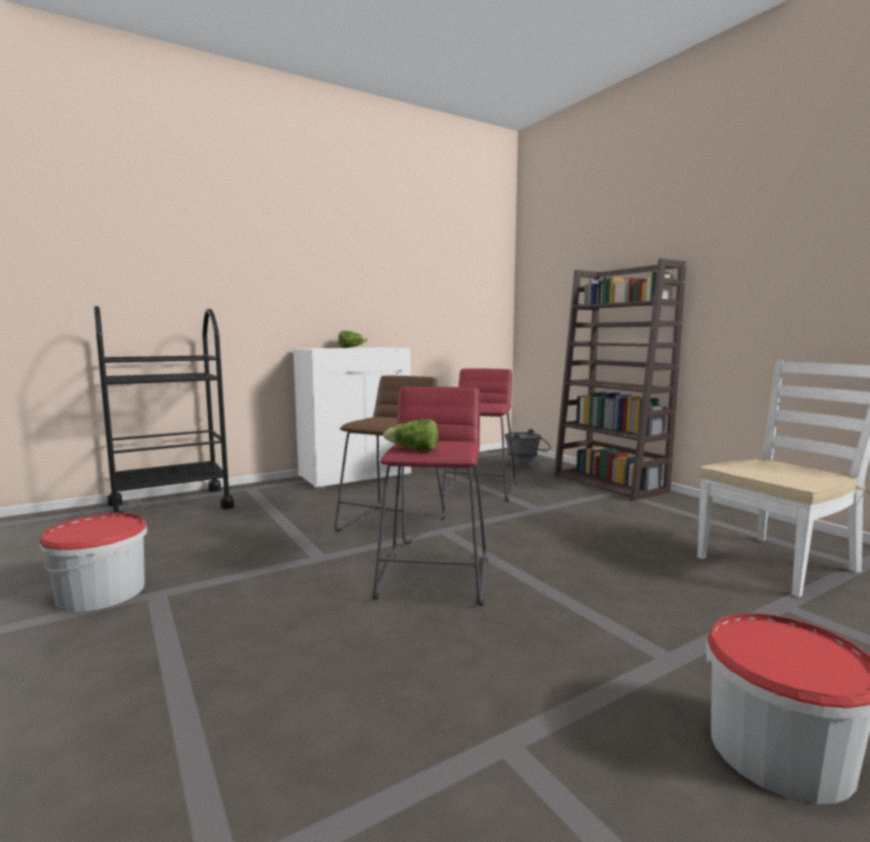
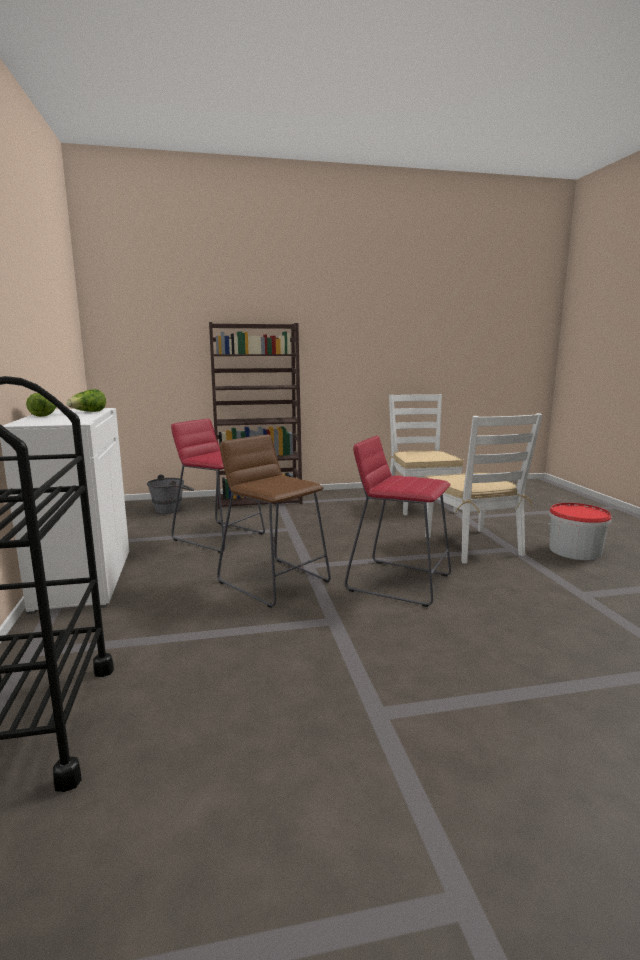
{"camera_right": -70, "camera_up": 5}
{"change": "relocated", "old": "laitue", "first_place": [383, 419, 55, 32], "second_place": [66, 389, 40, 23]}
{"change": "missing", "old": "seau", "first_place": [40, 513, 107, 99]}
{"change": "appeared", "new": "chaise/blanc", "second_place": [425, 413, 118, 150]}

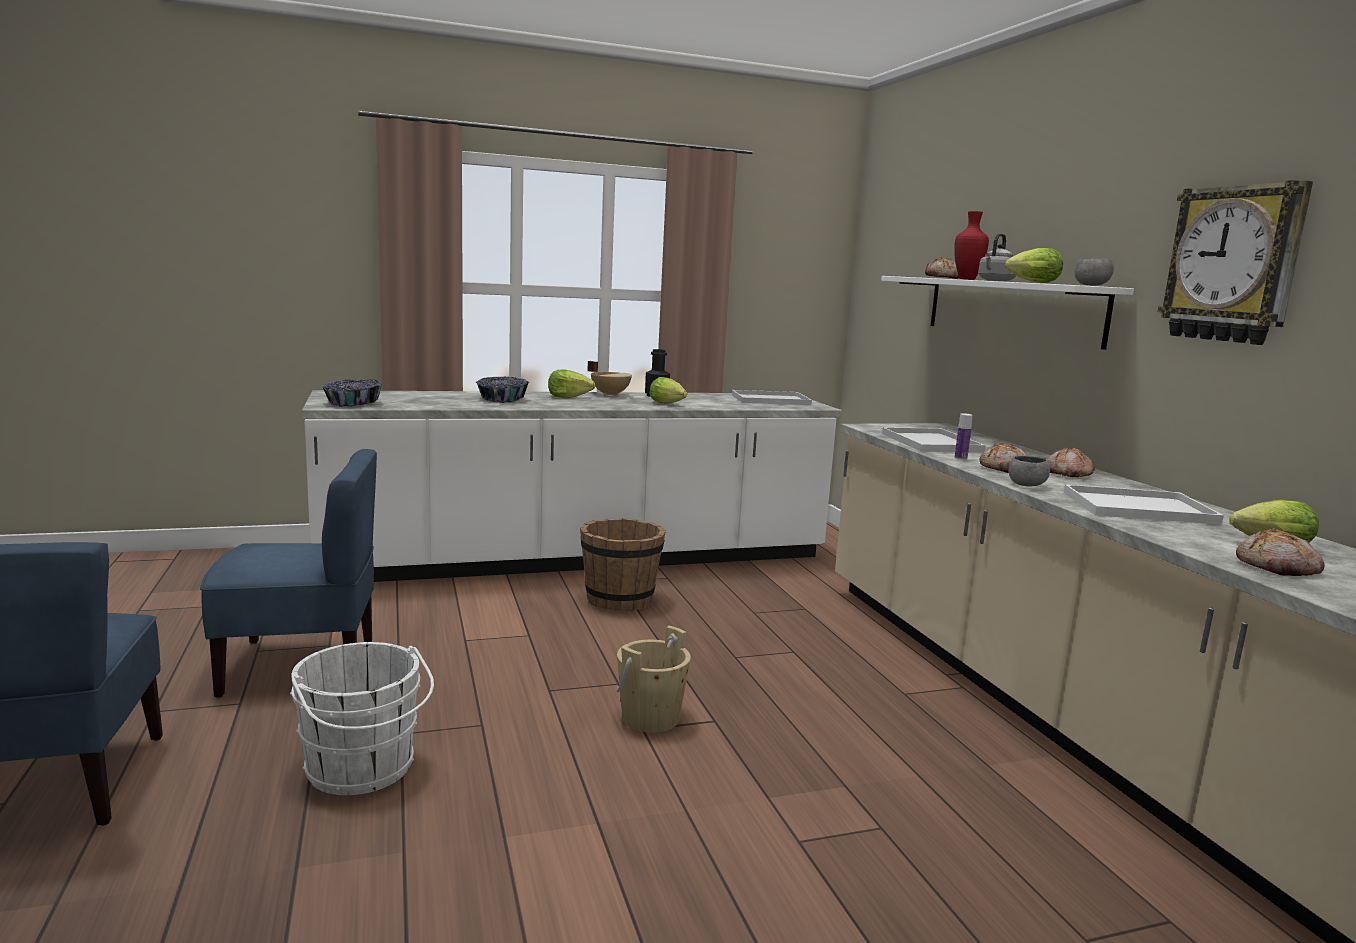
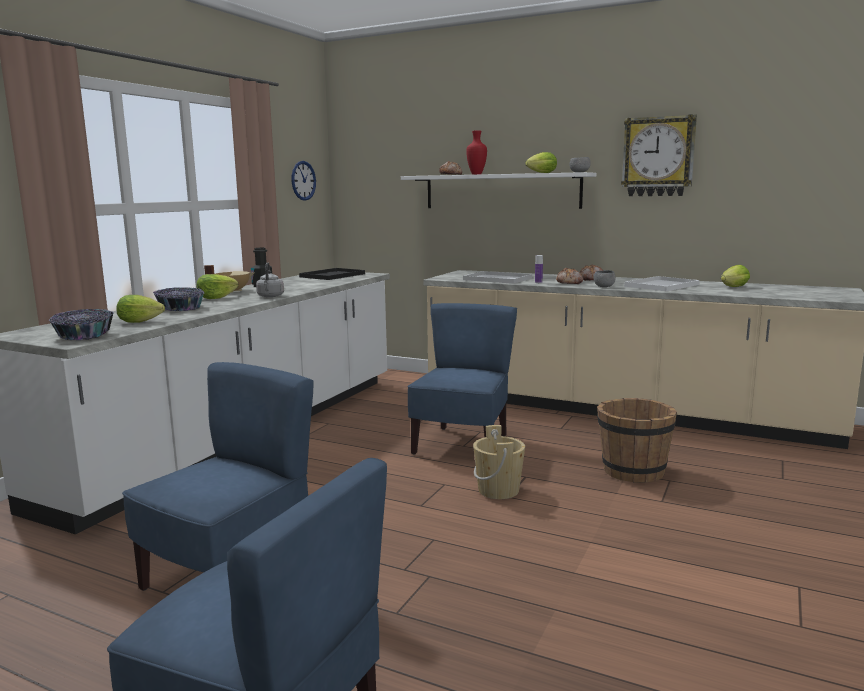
{"camera_right": -45, "camera_up": 0}
{"change": "relocated", "old": "bouilloire/gris", "first_place": [978, 233, 39, 48], "second_place": [256, 263, 28, 34]}
{"change": "relocated", "old": "laitue", "first_place": [649, 377, 38, 27], "second_place": [116, 295, 49, 28]}
{"change": "colour", "old": "plateau/blanc", "new": "plateau/noir", "first_place": [732, 390, 80, 15], "second_place": [299, 268, 66, 12]}
{"change": "relocated", "old": "seau/marron", "first_place": [580, 518, 86, 93], "second_place": [597, 398, 80, 85]}
{"change": "missing", "old": "pain", "first_place": [1236, 528, 89, 48]}
{"change": "missing", "old": "seau/blanc", "first_place": [290, 642, 144, 153]}
{"change": "appeared", "new": "horloge murale", "second_place": [291, 161, 25, 40]}
{"change": "appeared", "new": "chaise/bleu", "second_place": [407, 303, 110, 152]}

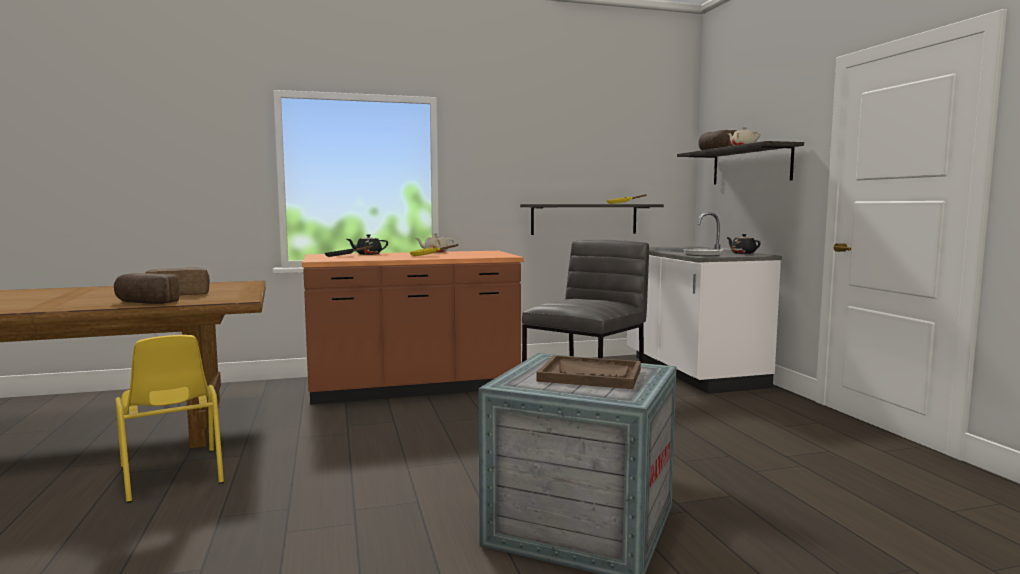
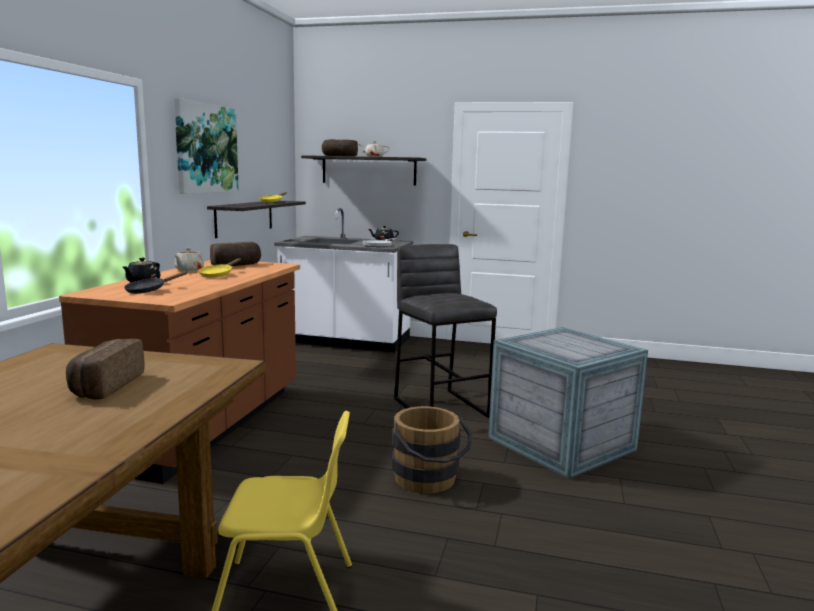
{"camera_right": -60, "camera_up": 5}
{"change": "relocated", "old": "pain", "first_place": [114, 273, 66, 31], "second_place": [210, 242, 51, 24]}
{"change": "missing", "old": "plateau/marron", "first_place": [536, 355, 105, 34]}
{"change": "appeared", "new": "tableau", "second_place": [174, 98, 65, 96]}
{"change": "appeared", "new": "seau/marron", "second_place": [392, 406, 80, 88]}

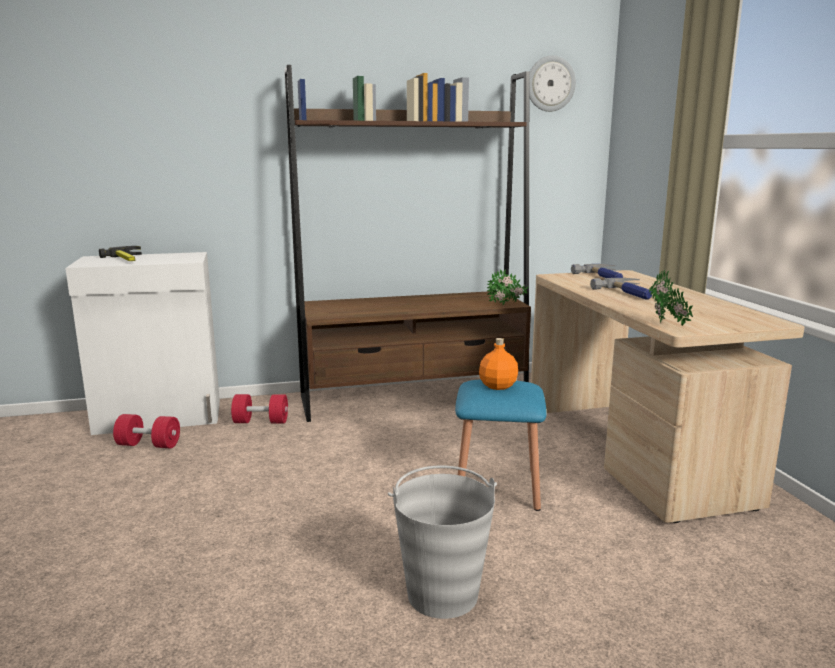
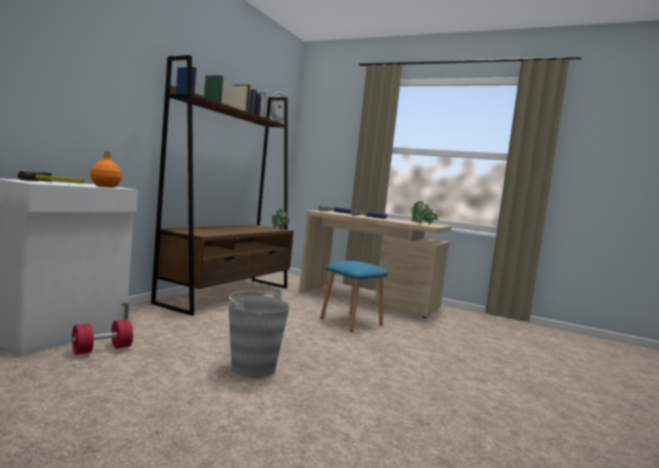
{"camera_right": -50, "camera_up": -10}
{"change": "relocated", "old": "bouteille/orange", "first_place": [479, 338, 39, 52], "second_place": [90, 151, 32, 36]}
{"change": "missing", "old": "haltère/rouge", "first_place": [231, 394, 57, 30]}
{"change": "relocated", "old": "seau/gris", "first_place": [388, 465, 109, 154], "second_place": [229, 290, 61, 88]}

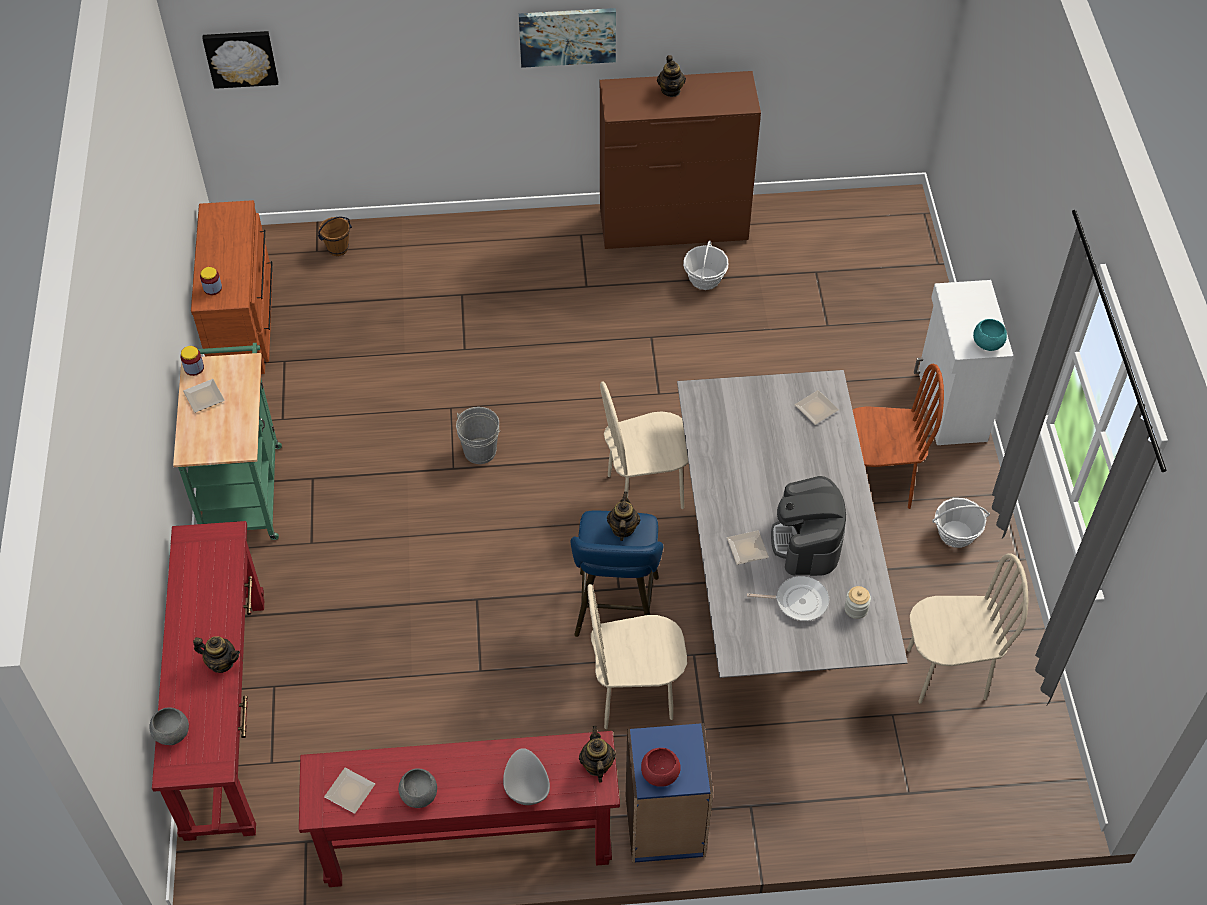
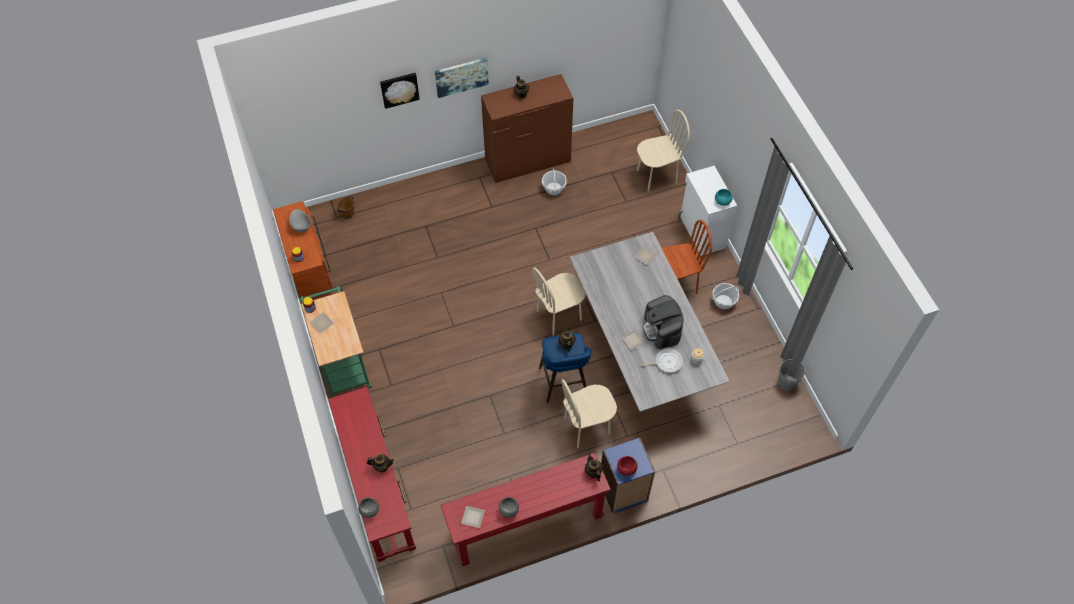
{"camera_right": -15, "camera_up": 5}
{"change": "relocated", "old": "tableau", "first_place": [202, 31, 76, 58], "second_place": [380, 73, 40, 36]}
{"change": "relocated", "old": "seau/gris", "first_place": [456, 407, 44, 57], "second_place": [778, 359, 28, 31]}
{"change": "relocated", "old": "chaise/beige", "first_place": [907, 553, 121, 151], "second_place": [637, 110, 53, 82]}
{"change": "relocated", "old": "bol/gris", "first_place": [503, 748, 47, 57], "second_place": [289, 209, 22, 23]}

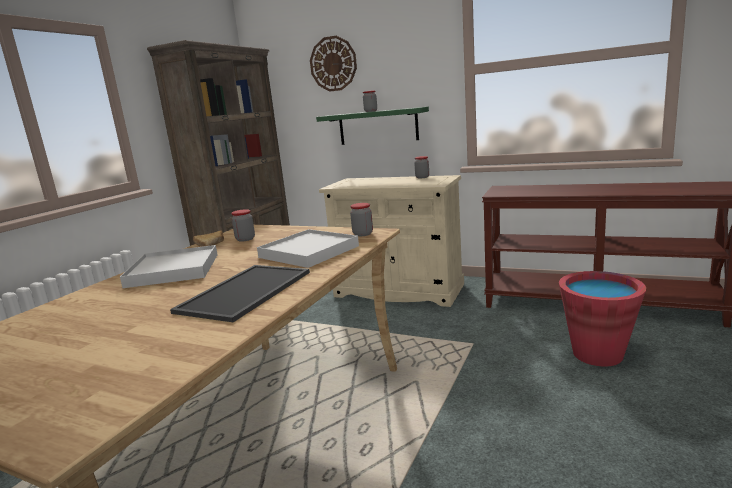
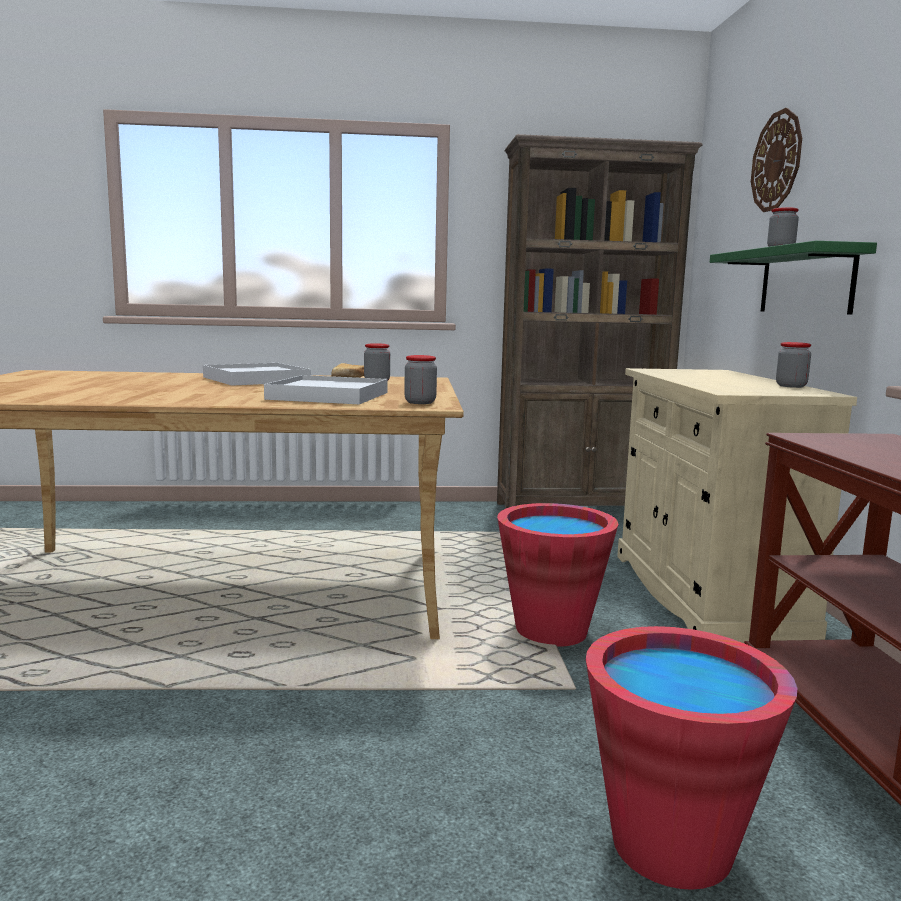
{"camera_right": 60, "camera_up": -5}
{"change": "missing", "old": "plateau", "first_place": [170, 265, 140, 57]}
{"change": "appeared", "new": "seau/rouge", "second_place": [497, 503, 122, 144]}

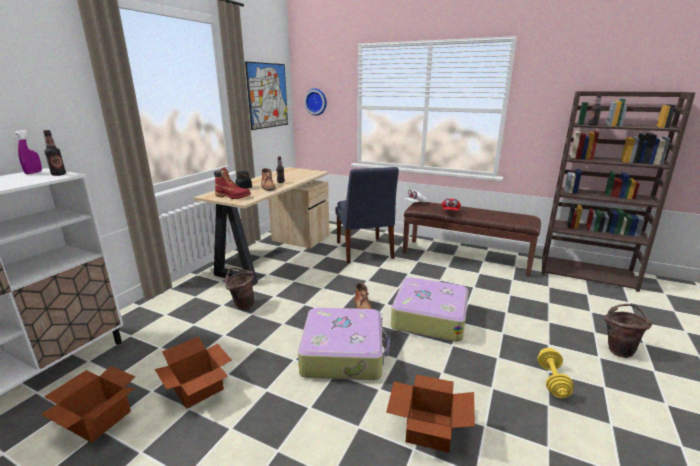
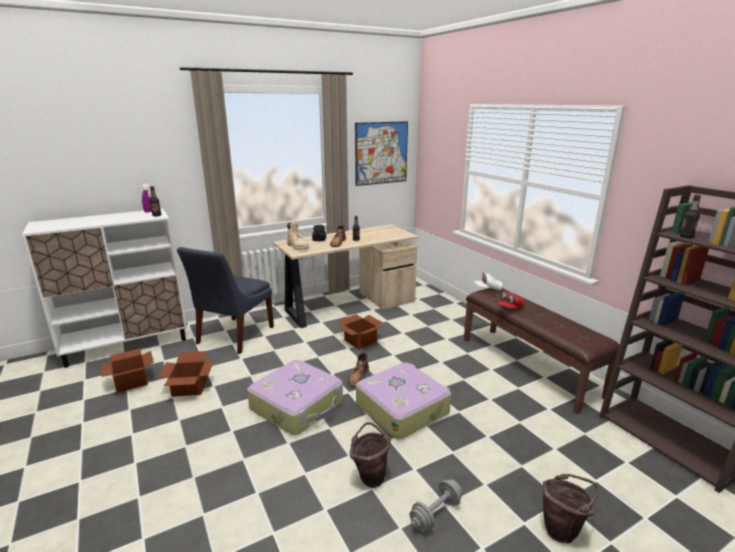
{"camera_right": 35, "camera_up": 0}
{"change": "missing", "old": "horloge murale", "first_place": [304, 88, 23, 28]}
{"change": "colour", "old": "botte/rouge", "new": "botte/beige", "first_place": [214, 167, 37, 32], "second_place": [287, 221, 22, 29]}
{"change": "relocated", "old": "chaise/bleu", "first_place": [335, 167, 64, 96], "second_place": [177, 247, 97, 107]}
{"change": "relocated", "old": "seau/marron", "first_place": [225, 268, 29, 42], "second_place": [350, 422, 41, 66]}
{"change": "colour", "old": "haltère/jaune", "new": "haltère/gris", "first_place": [537, 348, 37, 50], "second_place": [410, 479, 52, 52]}
{"change": "relocated", "old": "carton", "first_place": [386, 375, 89, 77], "second_place": [338, 314, 46, 35]}

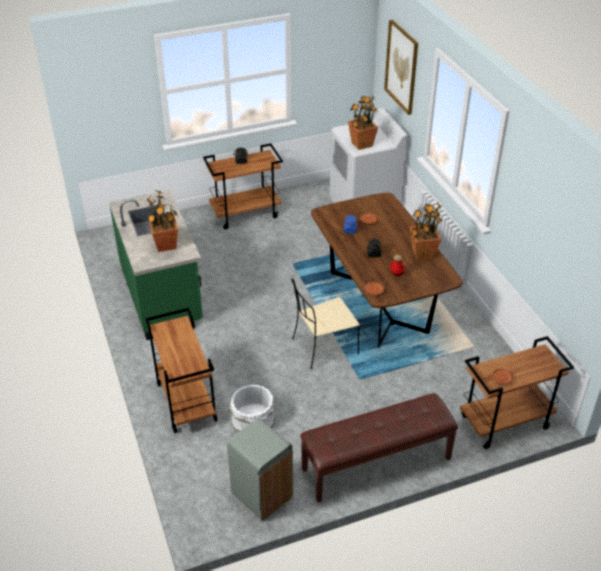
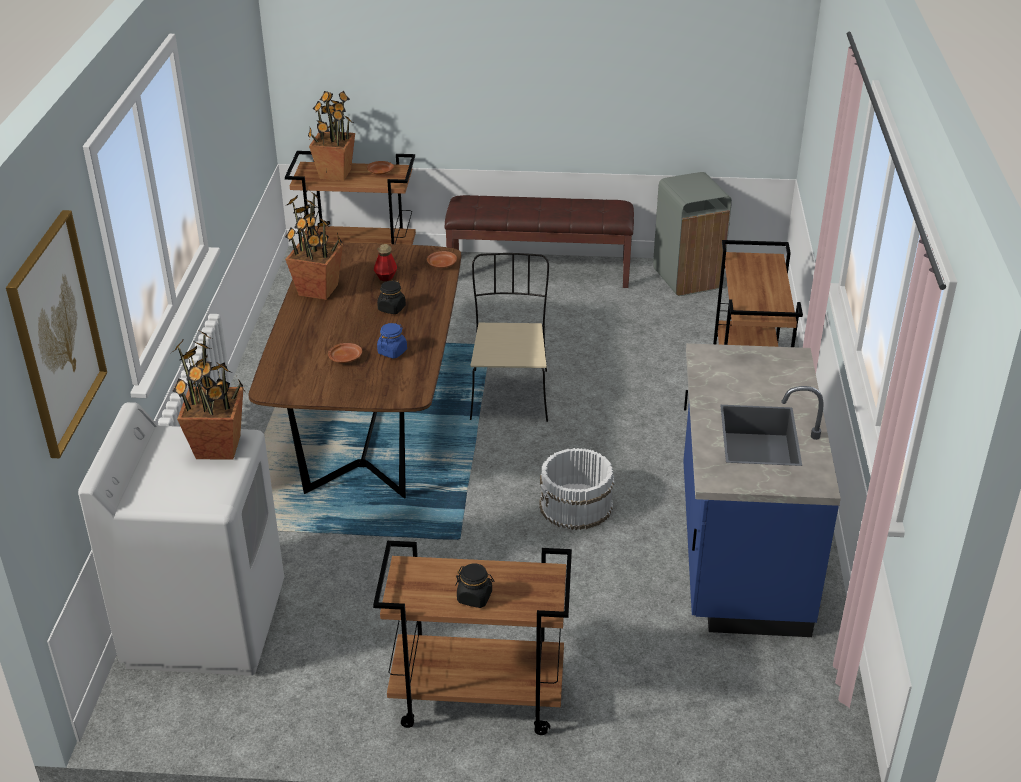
{"camera_right": -155, "camera_up": -5}
{"change": "relocated", "old": "plante en pot", "first_place": [146, 189, 32, 63], "second_place": [308, 91, 47, 90]}
{"change": "colour", "old": "comptoir de cuisine/vert", "new": "comptoir de cuisine/bleu", "first_place": [109, 190, 94, 150], "second_place": [683, 343, 158, 294]}
{"change": "spun", "old": "chaise/beige", "first_place": [291, 278, 69, 91], "second_place": [470, 253, 79, 169], "degrees": -90}
{"change": "relocated", "old": "seau/blanc", "first_place": [230, 384, 45, 48], "second_place": [540, 448, 74, 82]}

